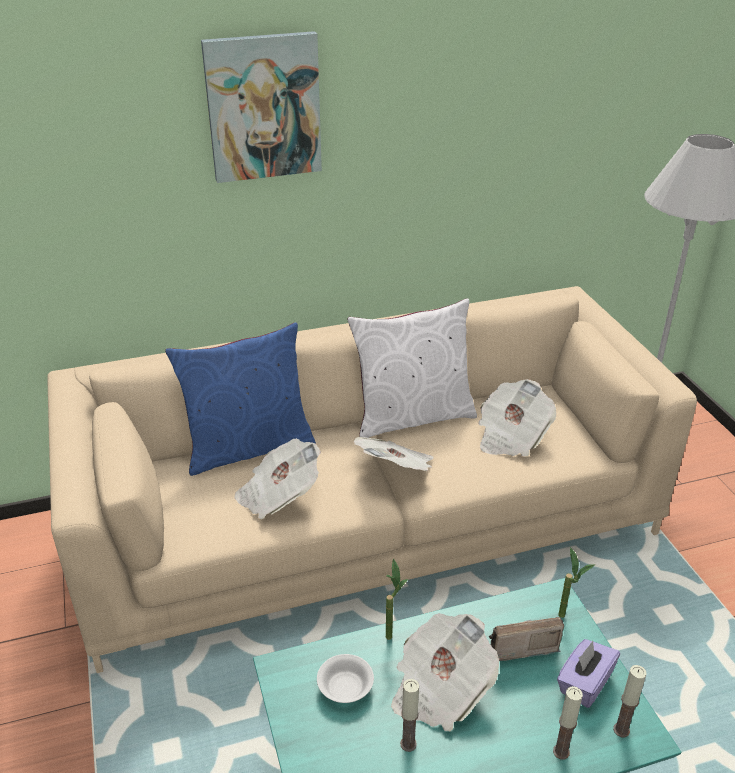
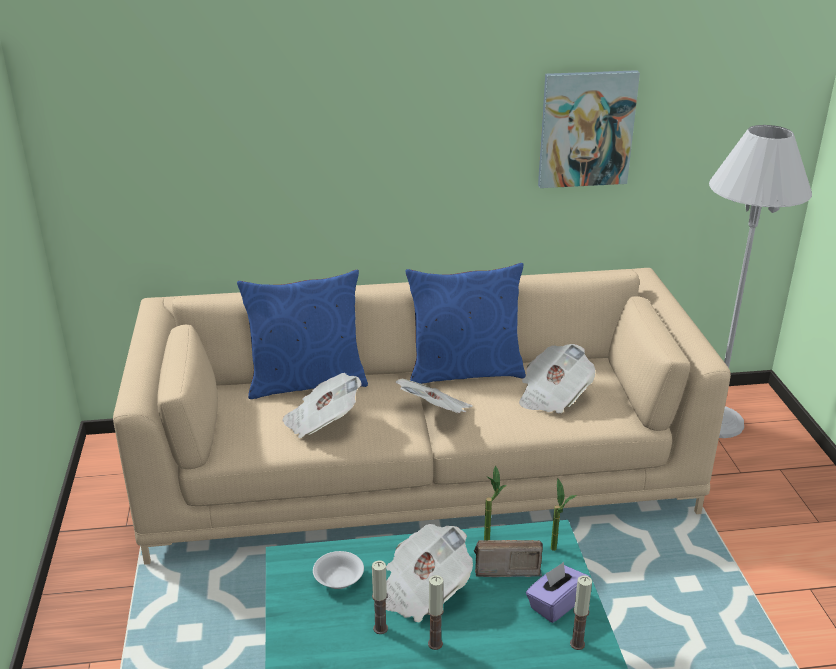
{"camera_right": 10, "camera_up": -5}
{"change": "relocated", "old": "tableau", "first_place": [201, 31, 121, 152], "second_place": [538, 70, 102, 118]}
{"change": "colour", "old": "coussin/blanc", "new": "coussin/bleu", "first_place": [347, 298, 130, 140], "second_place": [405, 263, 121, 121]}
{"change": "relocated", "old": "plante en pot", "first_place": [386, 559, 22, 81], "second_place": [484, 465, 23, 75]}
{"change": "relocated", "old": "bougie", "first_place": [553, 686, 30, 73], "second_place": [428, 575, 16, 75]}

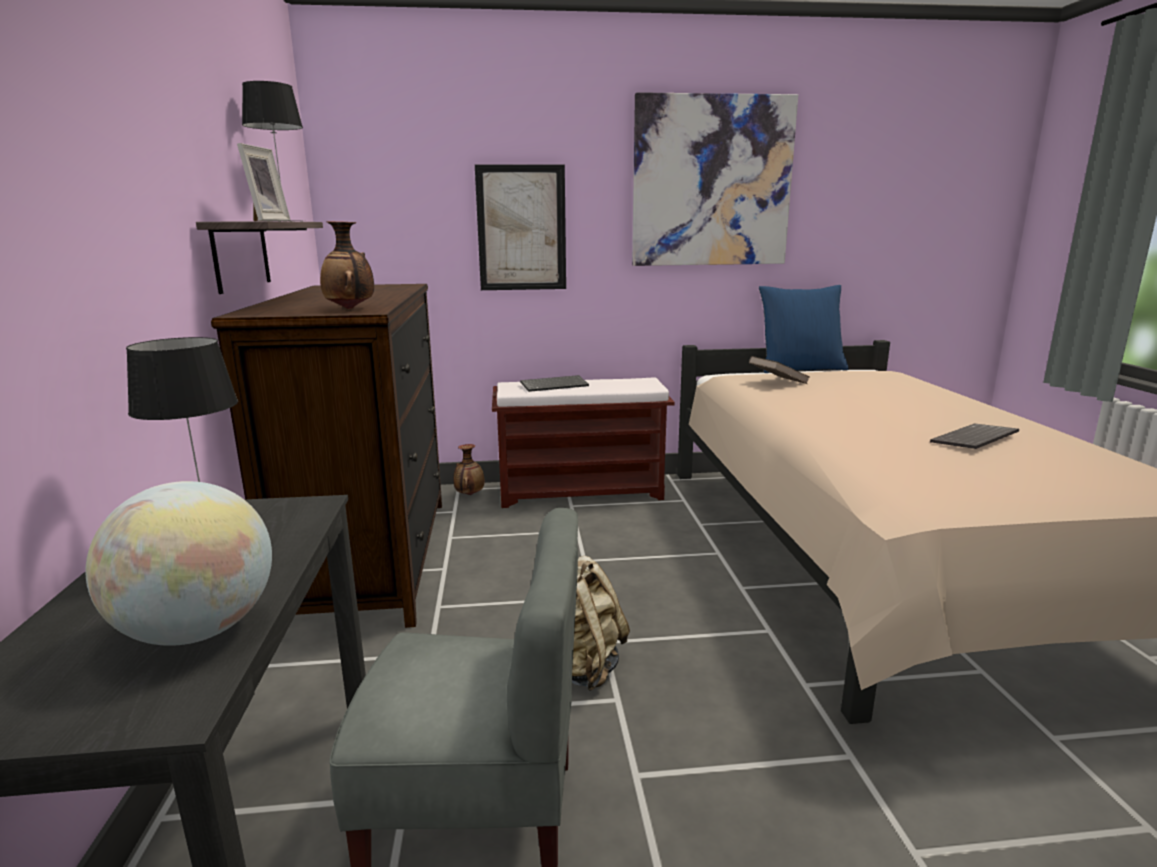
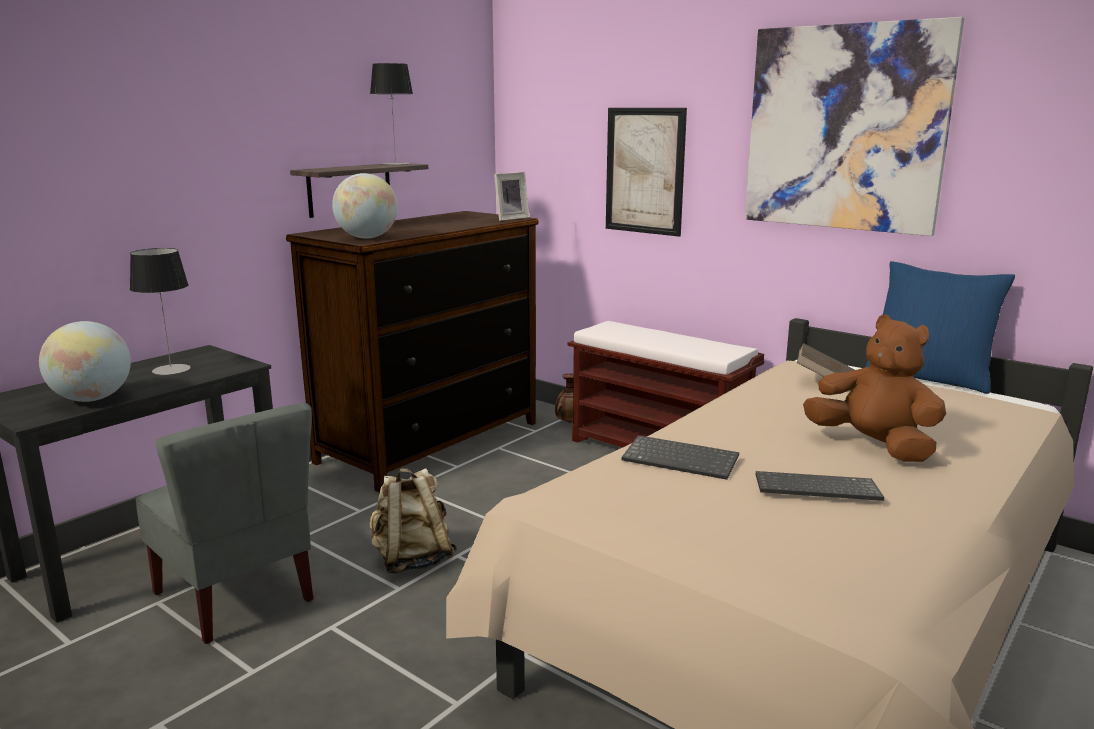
{"camera_right": 45, "camera_up": 0}
{"change": "relocated", "old": "cadre photo", "first_place": [237, 143, 53, 78], "second_place": [494, 172, 35, 49]}
{"change": "exchanged", "old": "vase", "new": "globe", "first_place": [320, 221, 54, 88], "second_place": [332, 173, 66, 66]}
{"change": "relocated", "old": "clavier", "first_place": [520, 375, 69, 17], "second_place": [621, 435, 118, 45]}
{"change": "appeared", "new": "peluche/marron", "second_place": [803, 315, 143, 147]}

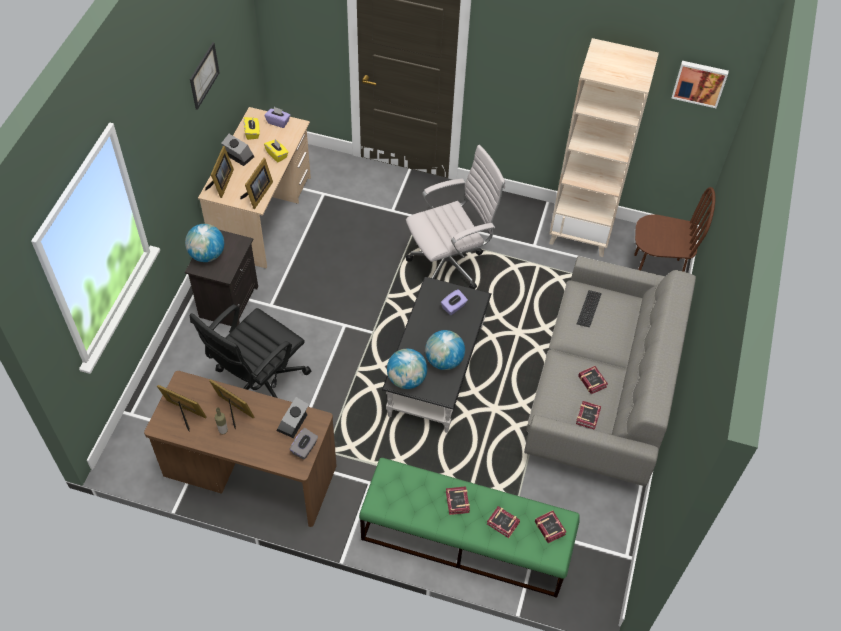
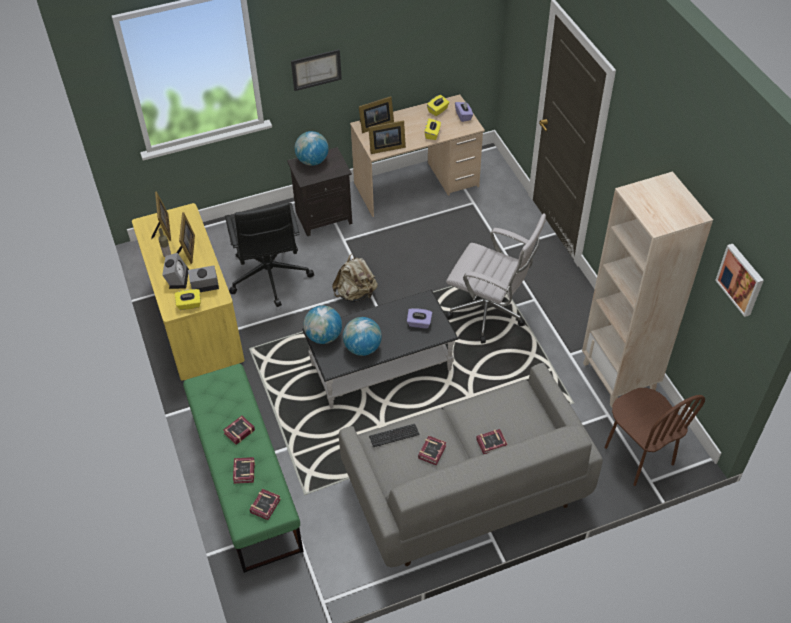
{"camera_right": 55, "camera_up": -5}
{"change": "relocated", "old": "tableau", "first_place": [190, 42, 29, 68], "second_place": [291, 49, 51, 42]}
{"change": "relocated", "old": "réveil", "first_place": [221, 134, 33, 32], "second_place": [162, 253, 27, 36]}
{"change": "relocated", "old": "clavier", "first_place": [577, 290, 25, 37], "second_place": [369, 424, 51, 23]}
{"change": "spun", "old": "chaise de bureau/noir", "first_place": [190, 304, 122, 94], "second_place": [225, 202, 89, 105], "degrees": -105}
{"change": "colour", "old": "bureau/marron", "new": "bureau/jaune", "first_place": [144, 371, 193, 156], "second_place": [132, 203, 112, 178]}
{"change": "relocated", "old": "livre", "first_place": [576, 401, 25, 29], "second_place": [476, 429, 32, 25]}
{"change": "colour", "old": "boîte à mouchoirs/gris", "new": "boîte à mouchoirs/jaune", "first_place": [290, 428, 28, 31], "second_place": [175, 289, 26, 21]}
{"change": "appeared", "new": "sac à dos/beige", "second_place": [332, 254, 46, 48]}

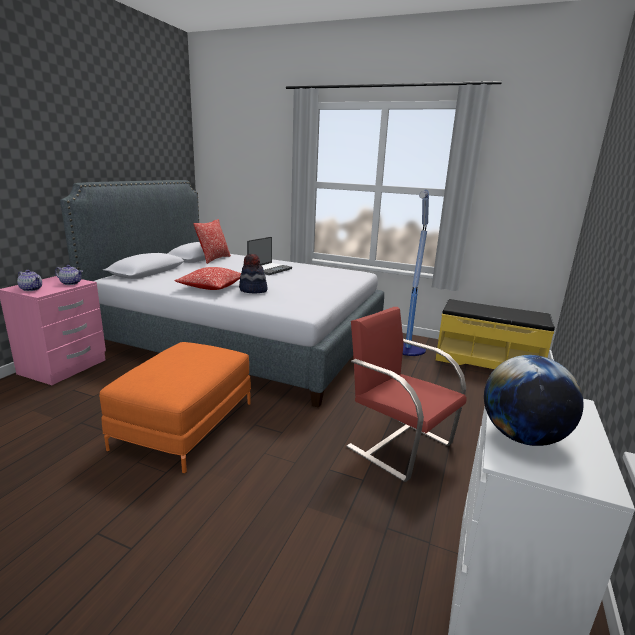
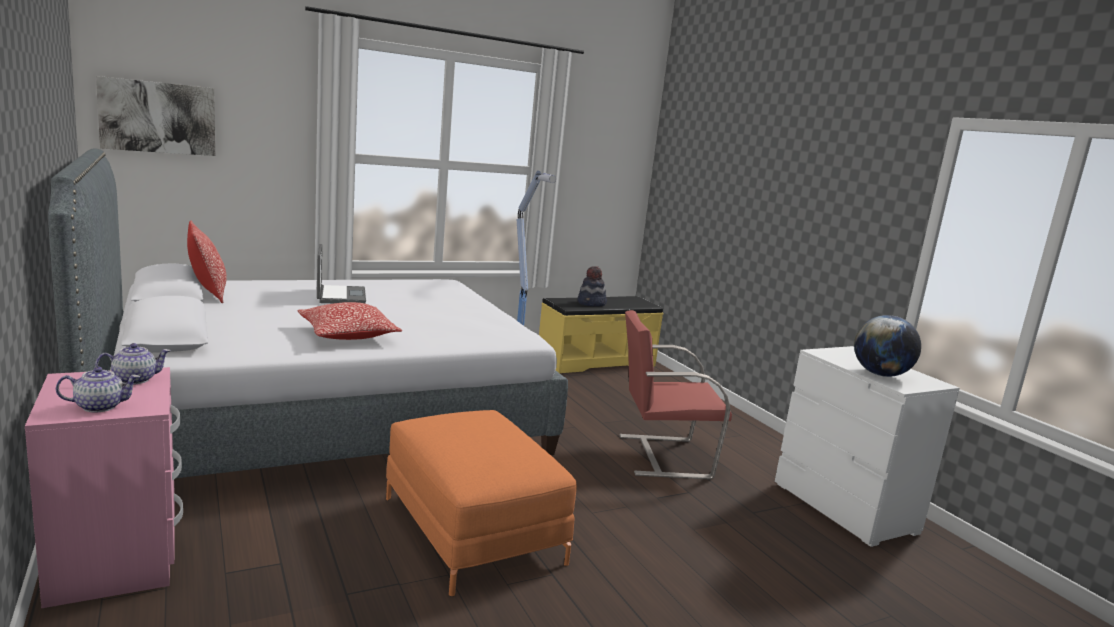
{"camera_right": -50, "camera_up": -5}
{"change": "relocated", "old": "chapeau", "first_place": [239, 254, 29, 40], "second_place": [577, 266, 30, 41]}
{"change": "appeared", "new": "tableau", "second_place": [96, 76, 119, 80]}

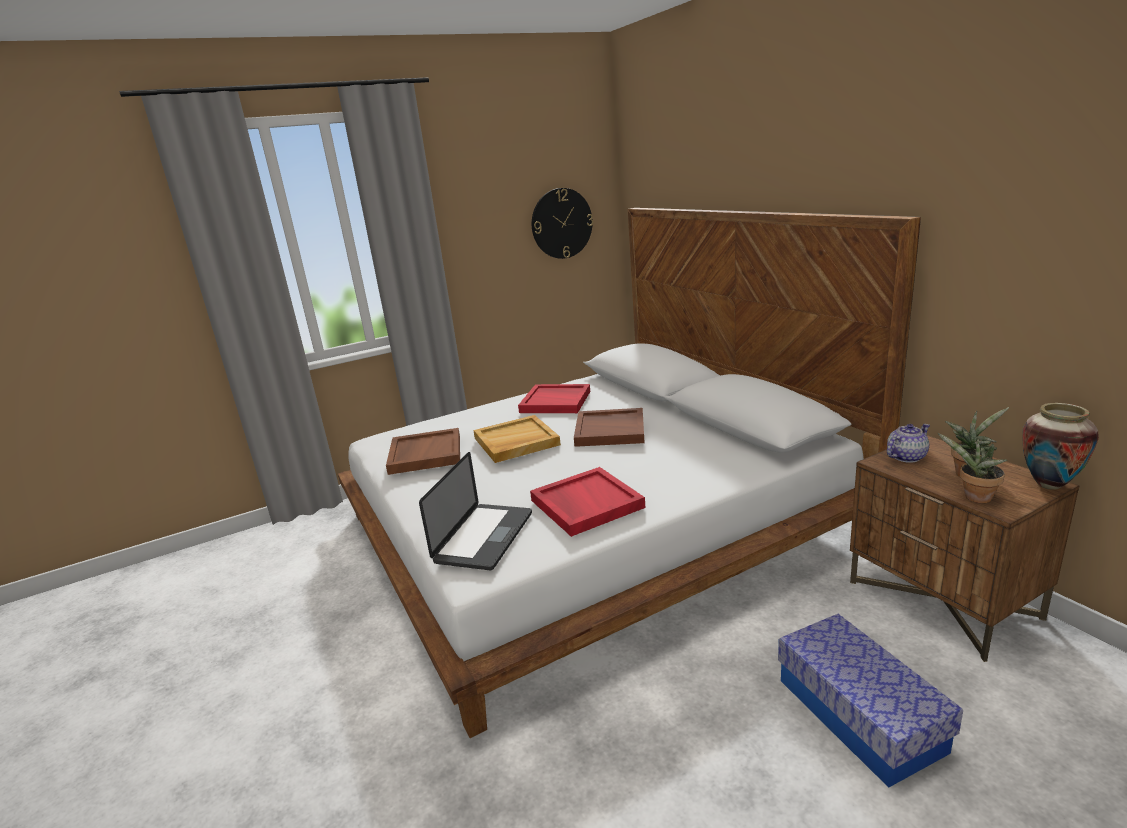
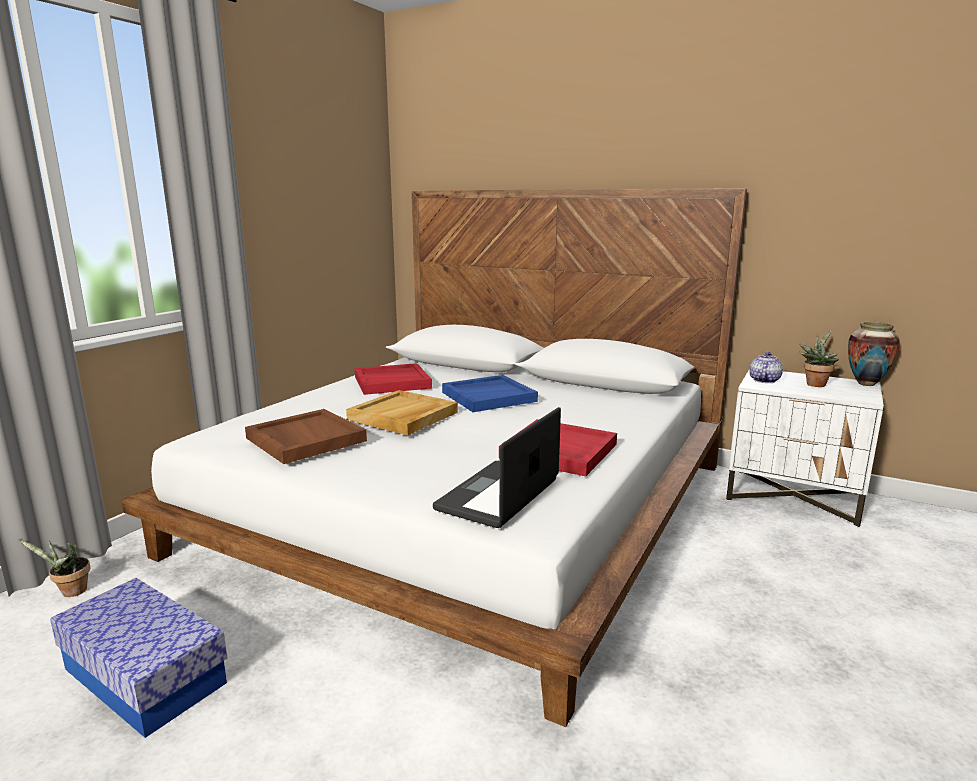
{"camera_right": -35, "camera_up": -5}
{"change": "missing", "old": "horloge murale", "first_place": [532, 188, 61, 71]}
{"change": "colour", "old": "plateau/marron", "new": "plateau/bleu", "first_place": [574, 408, 71, 39], "second_place": [442, 375, 96, 37]}
{"change": "relocated", "old": "plante en pot", "first_place": [937, 433, 70, 70], "second_place": [18, 539, 72, 58]}
{"change": "colour", "old": "table de chevet/marron", "new": "table de chevet/blanc", "first_place": [850, 435, 230, 227], "second_place": [726, 371, 158, 157]}
{"change": "spun", "old": "ordinateur portable", "first_place": [419, 452, 113, 118], "second_place": [433, 407, 128, 121], "degrees": -135}
{"change": "relocated", "old": "boîte de rangement", "first_place": [778, 614, 185, 174], "second_place": [50, 578, 177, 160]}

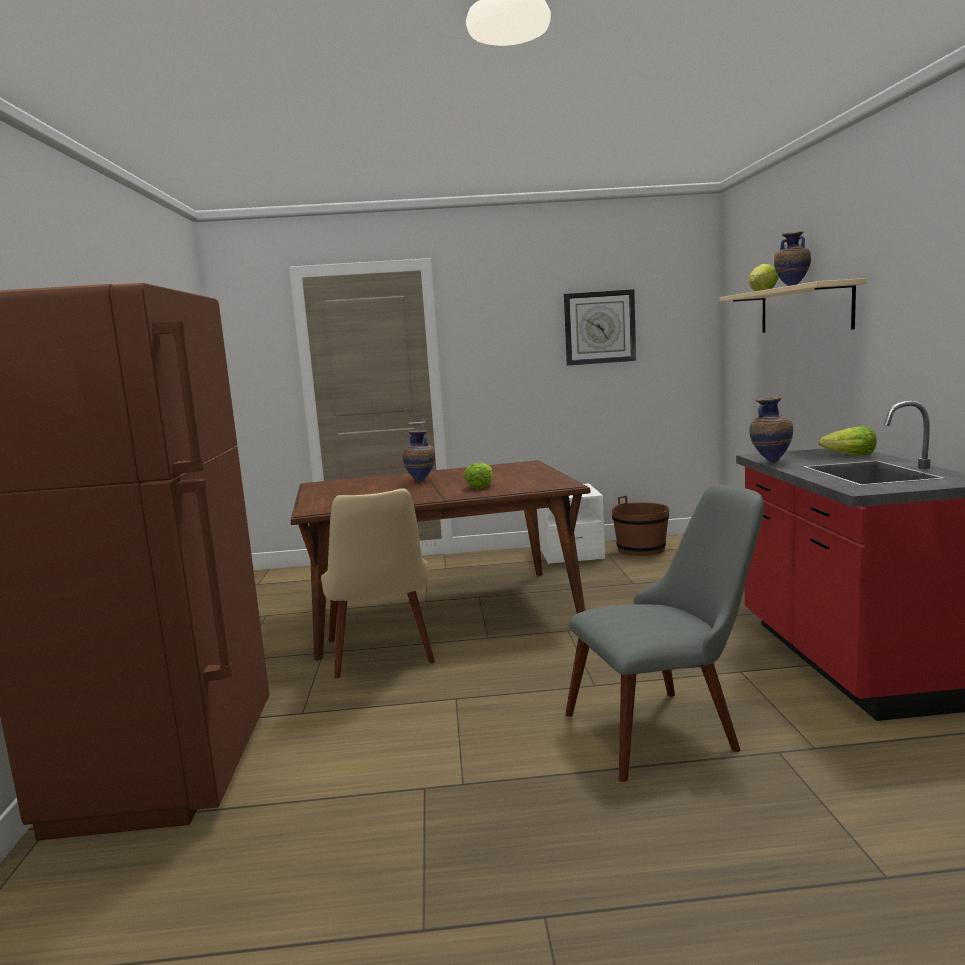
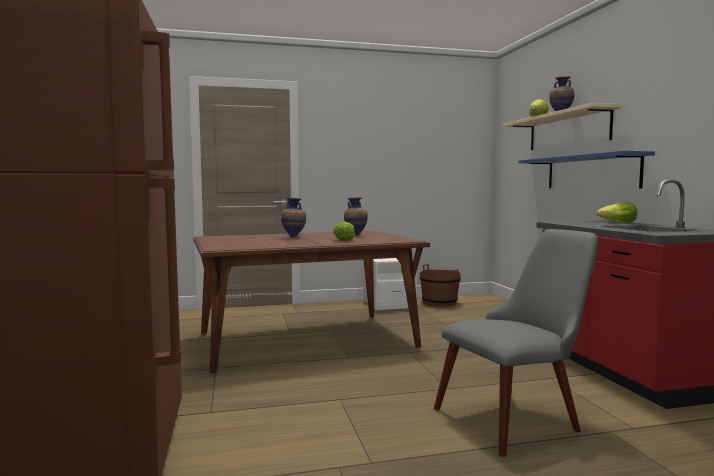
{"camera_right": -10, "camera_up": -5}
{"change": "missing", "old": "horloge murale", "first_place": [564, 289, 72, 77]}
{"change": "relocated", "old": "vase", "first_place": [749, 397, 44, 66], "second_place": [344, 197, 24, 39]}
{"change": "missing", "old": "chaise/beige", "first_place": [321, 488, 114, 190]}
{"change": "appeared", "new": "étagère/bleu", "second_place": [519, 151, 136, 38]}

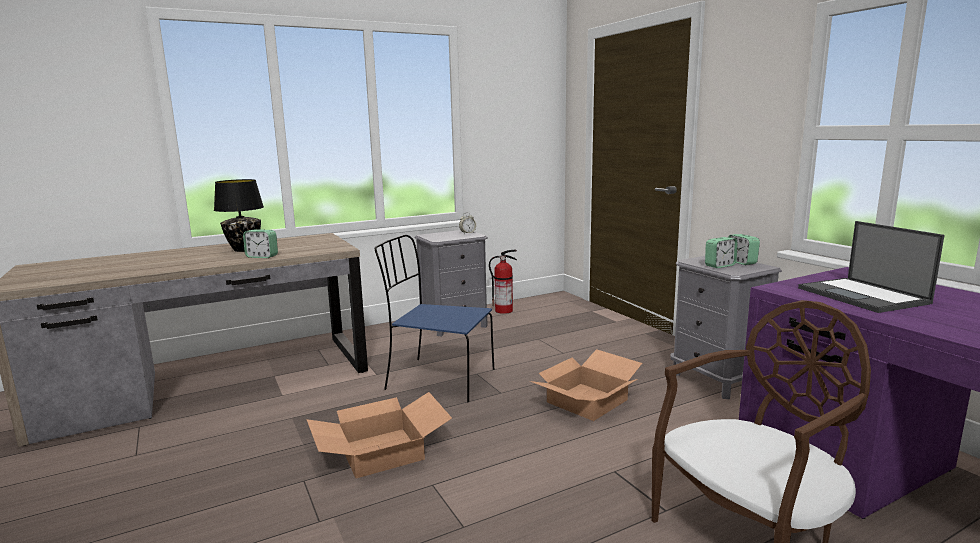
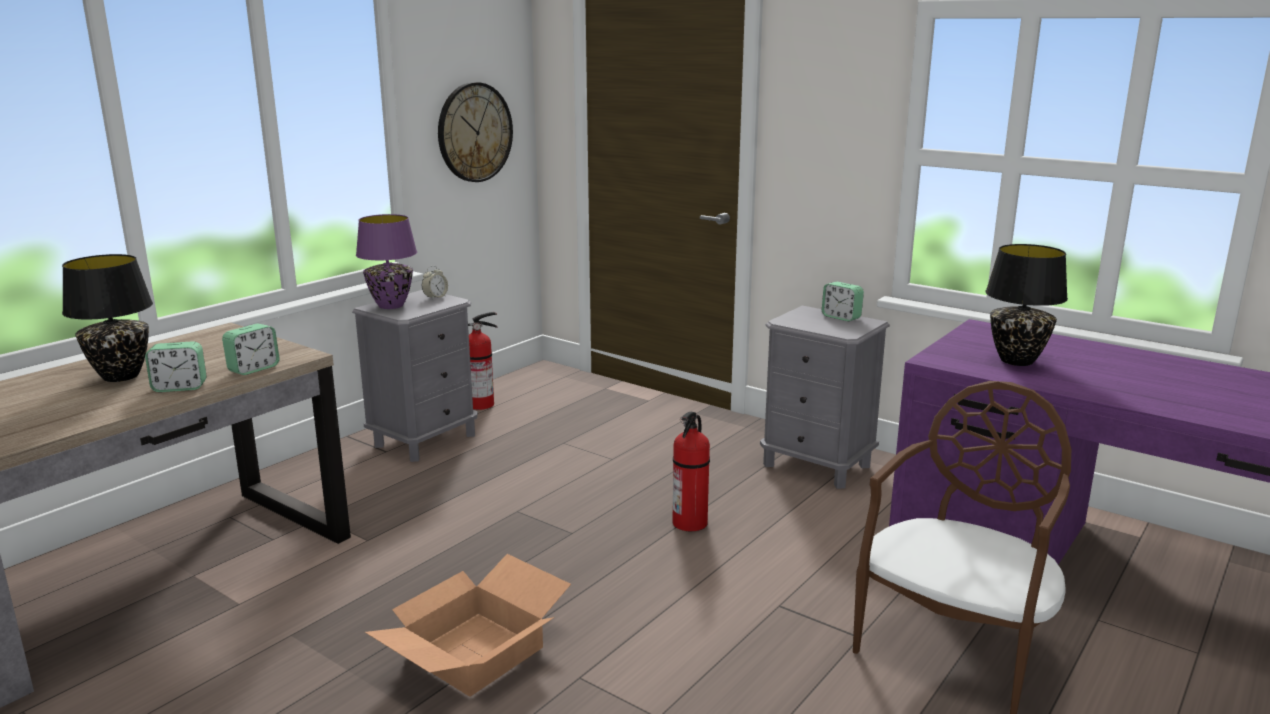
{"camera_right": -25, "camera_up": 5}
{"change": "exchanged", "old": "ordinateur portable", "new": "lampe de table/noir", "first_place": [798, 221, 146, 92], "second_place": [985, 244, 83, 122]}
{"change": "missing", "old": "chaise/bleu", "first_place": [375, 235, 119, 167]}
{"change": "relocated", "old": "réveil", "first_place": [705, 237, 33, 31], "second_place": [222, 324, 58, 51]}
{"change": "exchanged", "old": "carton", "new": "extincteur", "first_place": [530, 349, 112, 72], "second_place": [672, 412, 38, 119]}
{"change": "appeared", "new": "horloge murale", "second_place": [438, 82, 75, 100]}
{"change": "appeared", "new": "lampe de table/violet", "second_place": [356, 214, 61, 95]}

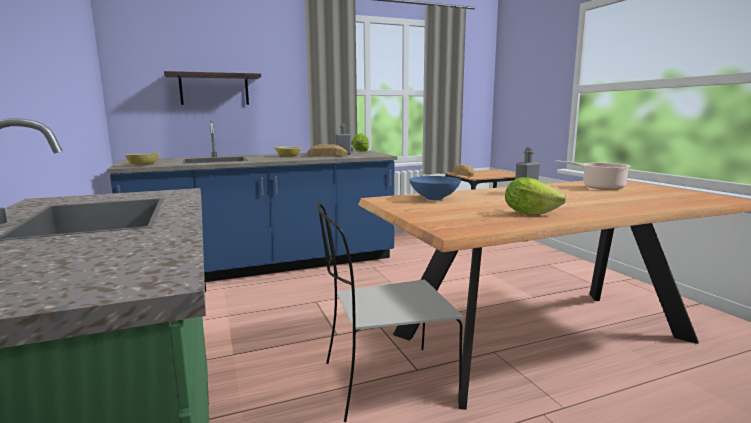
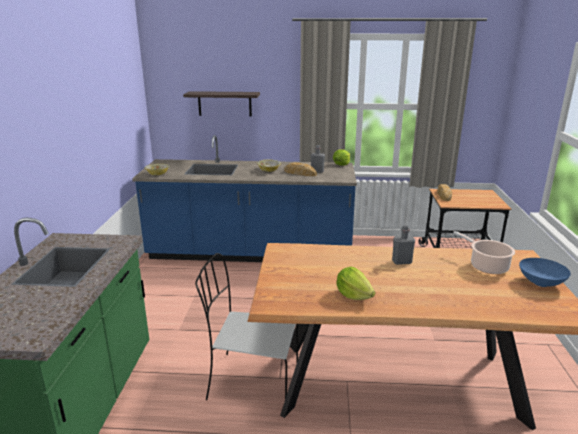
{"camera_right": 25, "camera_up": 10}
{"change": "relocated", "old": "bol/bleu", "first_place": [409, 176, 52, 24], "second_place": [519, 258, 52, 29]}

